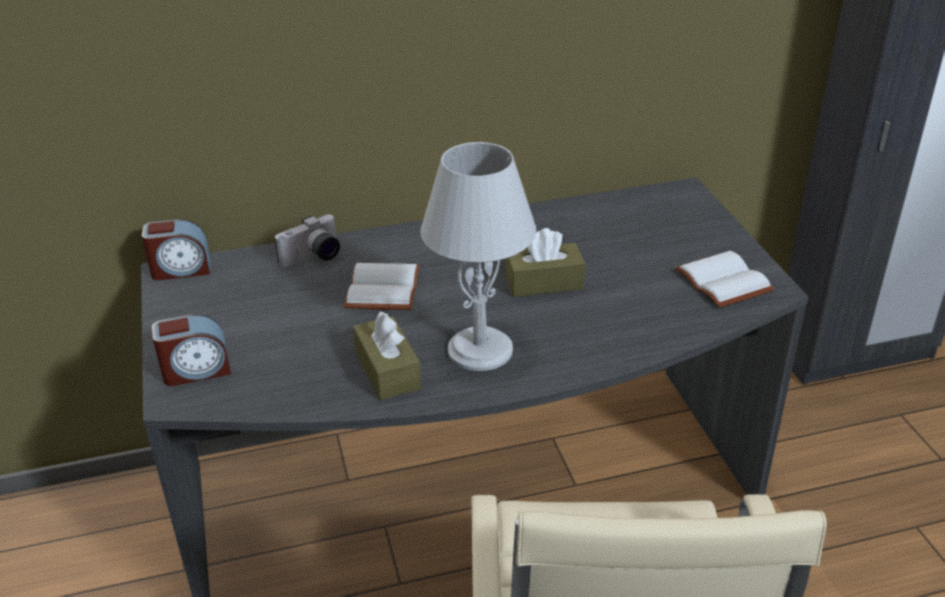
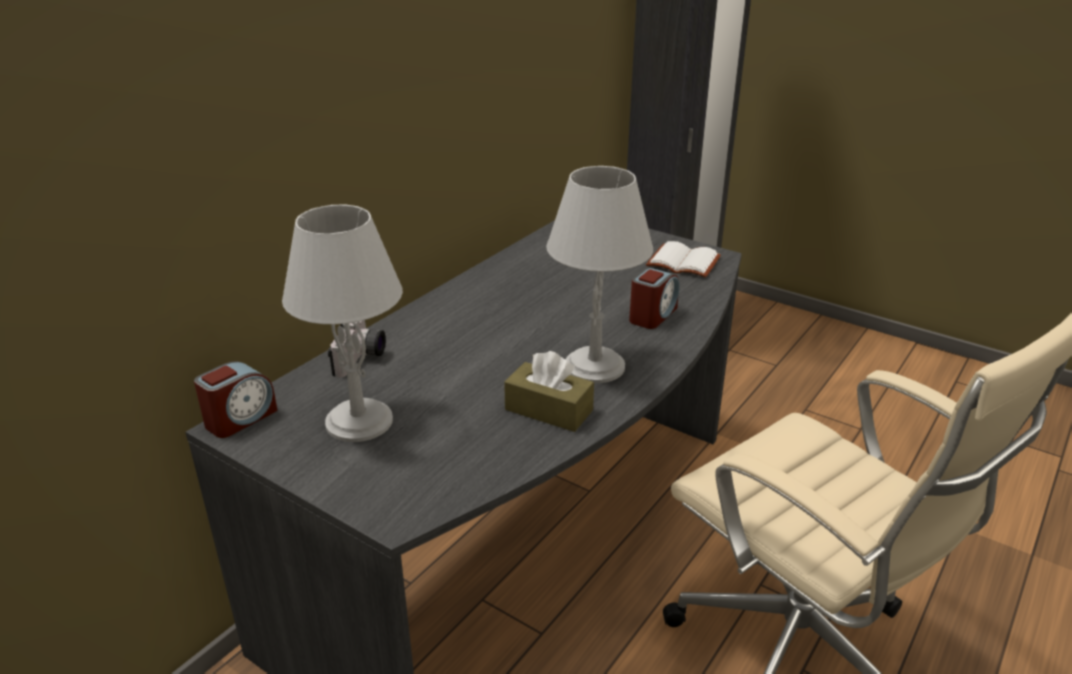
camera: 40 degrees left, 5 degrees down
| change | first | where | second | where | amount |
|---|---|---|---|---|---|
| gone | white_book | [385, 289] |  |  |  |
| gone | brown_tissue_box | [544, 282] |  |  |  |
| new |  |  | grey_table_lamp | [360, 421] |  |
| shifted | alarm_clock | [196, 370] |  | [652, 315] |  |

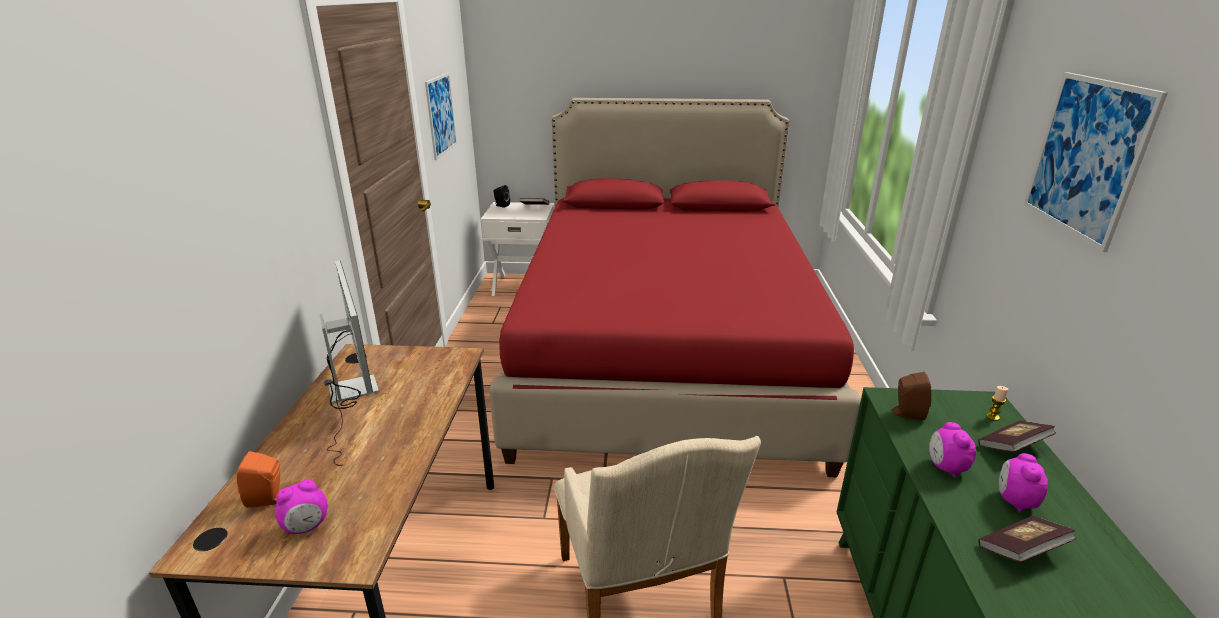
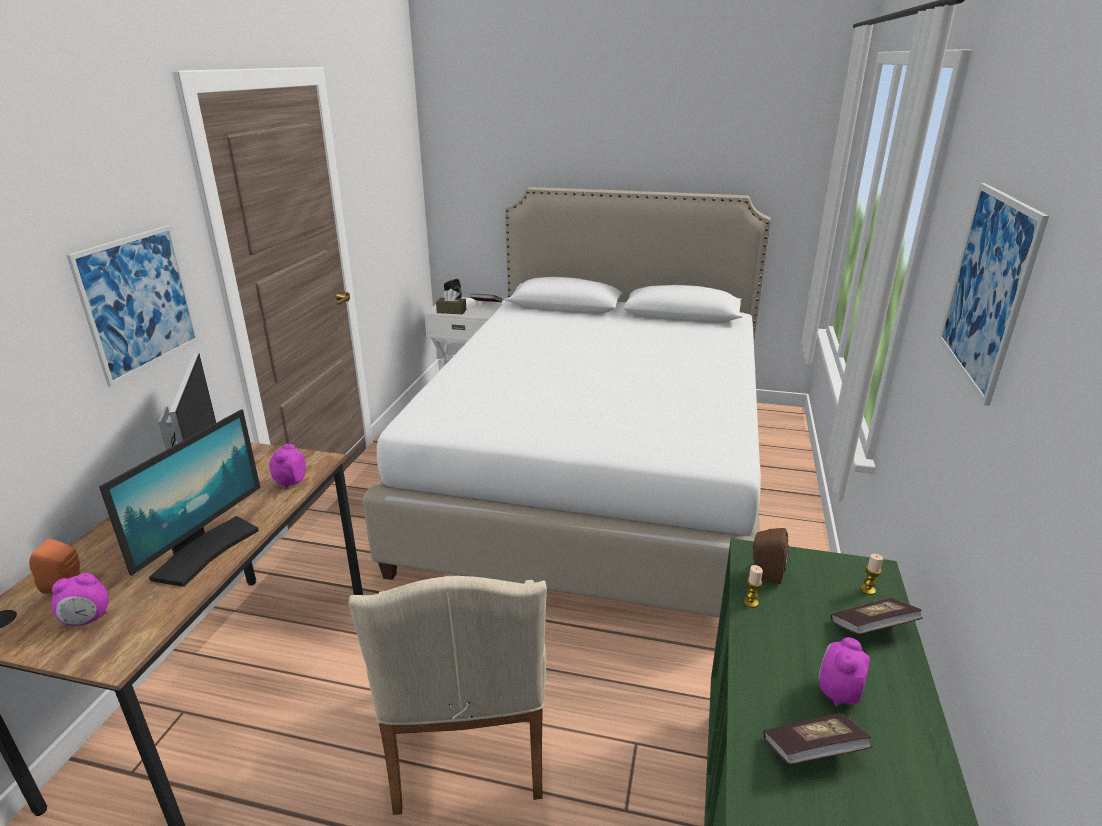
camera: 10 degrees right, 0 degrees up
| change | first | where | second | where | amount |
|---|---|---|---|---|---|
| new |  |  | monitor | [205, 551] |  |
| new |  |  | brown_tissue_box | [451, 311] |  |
| new |  |  | candle | [751, 602] |  |
| shifted | picture | [441, 115] |  | [139, 302] |  |
| shifted | alarm_clock | [945, 467] |  | [290, 482] |  |
| repainted | red_bed | [664, 352] | white_bed | [597, 474] |  |

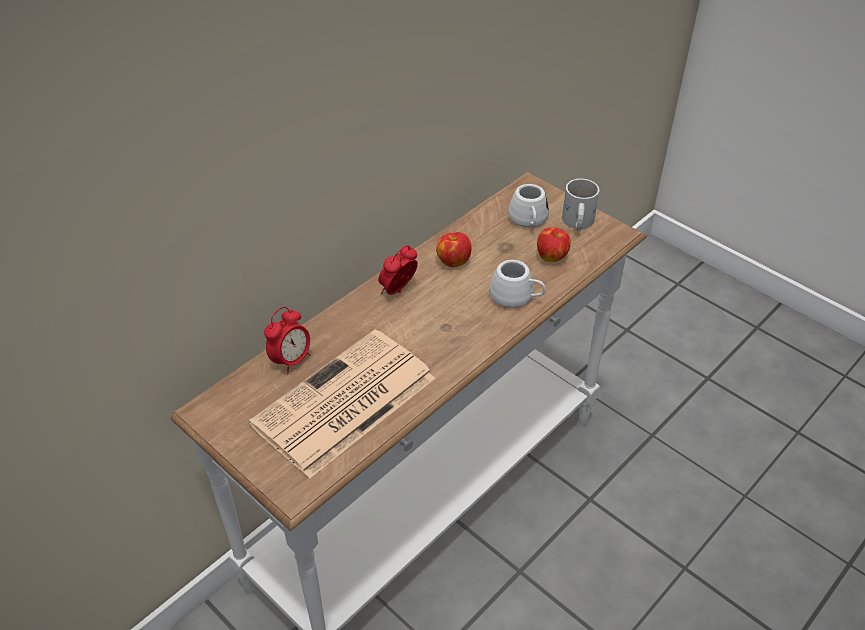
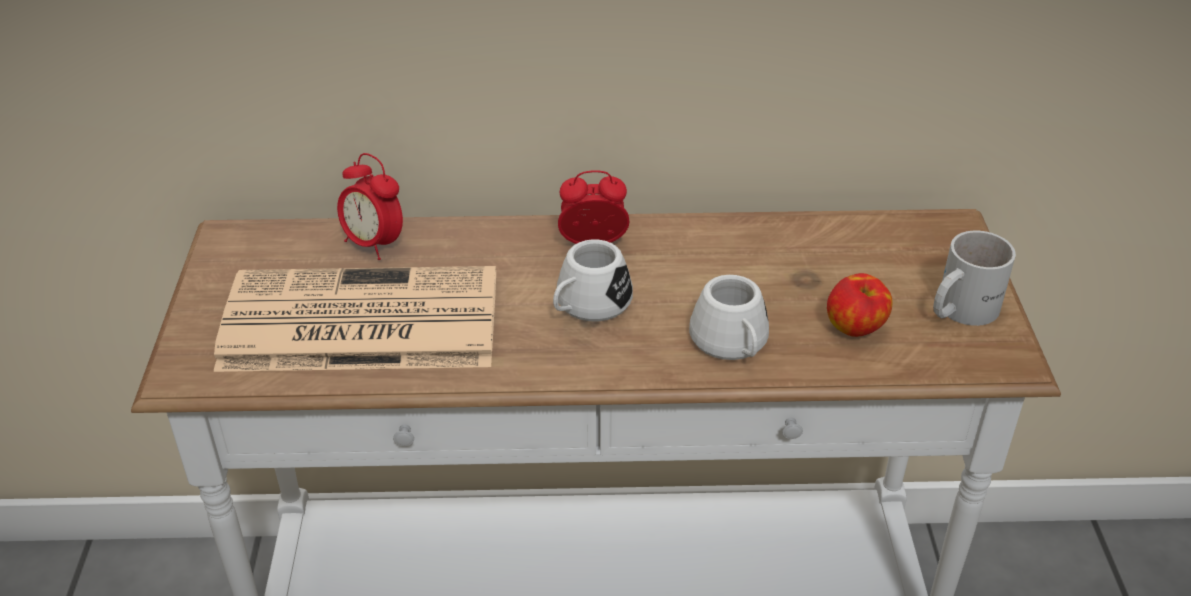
camera: 45 degrees right, 5 degrees down
| change | first | where | second | where | amount |
|---|---|---|---|---|---|
| gone | apple | [453, 261] |  |  |  |
| shifted | white_mug | [528, 220] |  | [587, 305] |  |
| rotated | alarm_clock | [291, 360] |  | [374, 244] | 45 degrees clockwise |

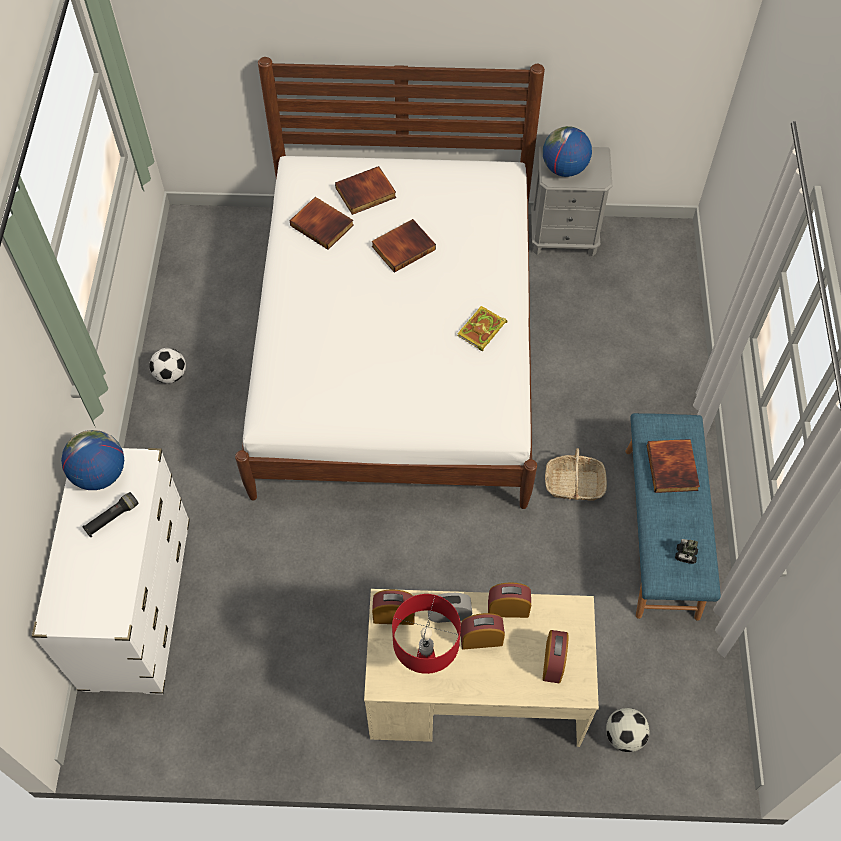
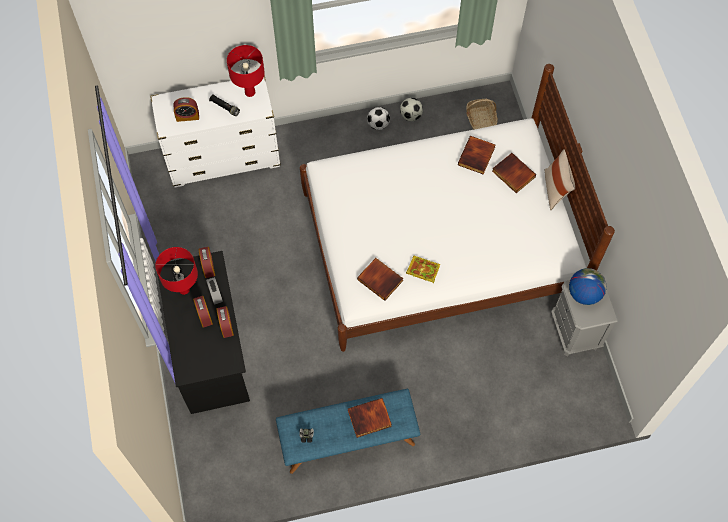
camera: 75 degrees right, 5 degrees up
| change | first | where | second | where | amount |
|---|---|---|---|---|---|
| new |  |  | beige_pillow | [556, 189] |  |
| shifted | book | [403, 247] |  | [381, 279] |  |
| shifted | alarm_clock | [553, 662] |  | [187, 116] |  |
| shifted | basket | [574, 484] |  | [480, 118] |  |
| shifted | football | [624, 735] |  | [411, 115] |  |
| swapped | globe | [99, 474] | red_table_lamp | [250, 92] |  |
| repainted | beige_desk | [475, 694] | black_desk | [210, 348] |  |

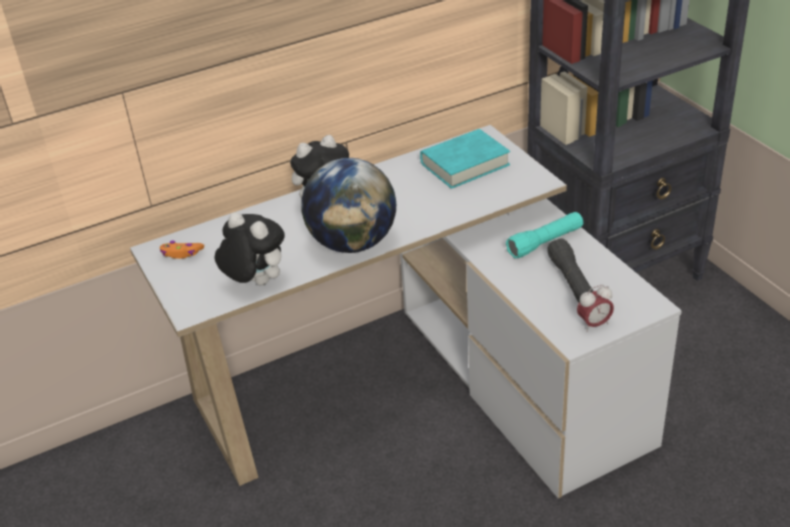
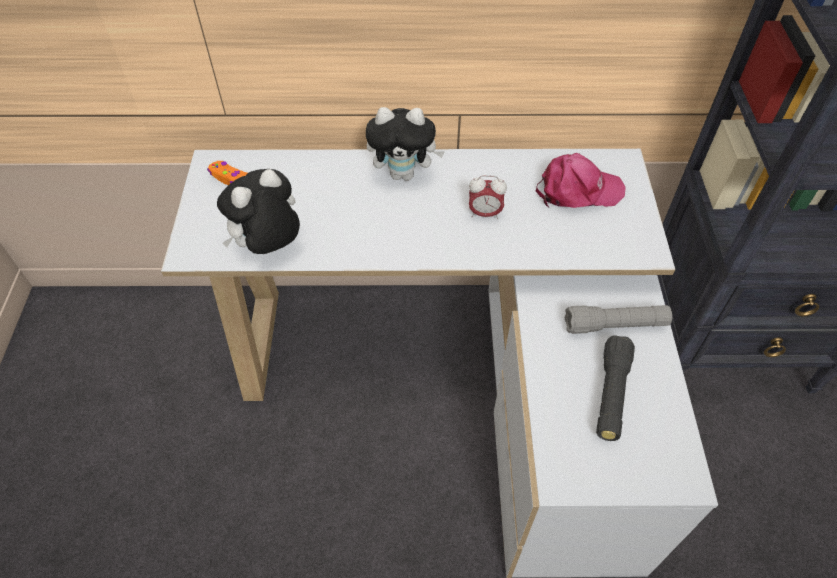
camera: 25 degrees right, 15 degrees up
| change | first | where | second | where | amount |
|---|---|---|---|---|---|
| gone | globe | [353, 243] |  |  |  |
| shifted | alarm_clock | [594, 324] |  | [484, 214] |  |
| swapped | turquoise_book | [465, 164] | pink_cap | [577, 190] |  |
| repainted | turquoise_flashlight | [545, 242] | grey_flashlight | [615, 325] |  |
| rotated | plush_toy | [255, 283] |  | [269, 247] | 105 degrees counterclockwise |

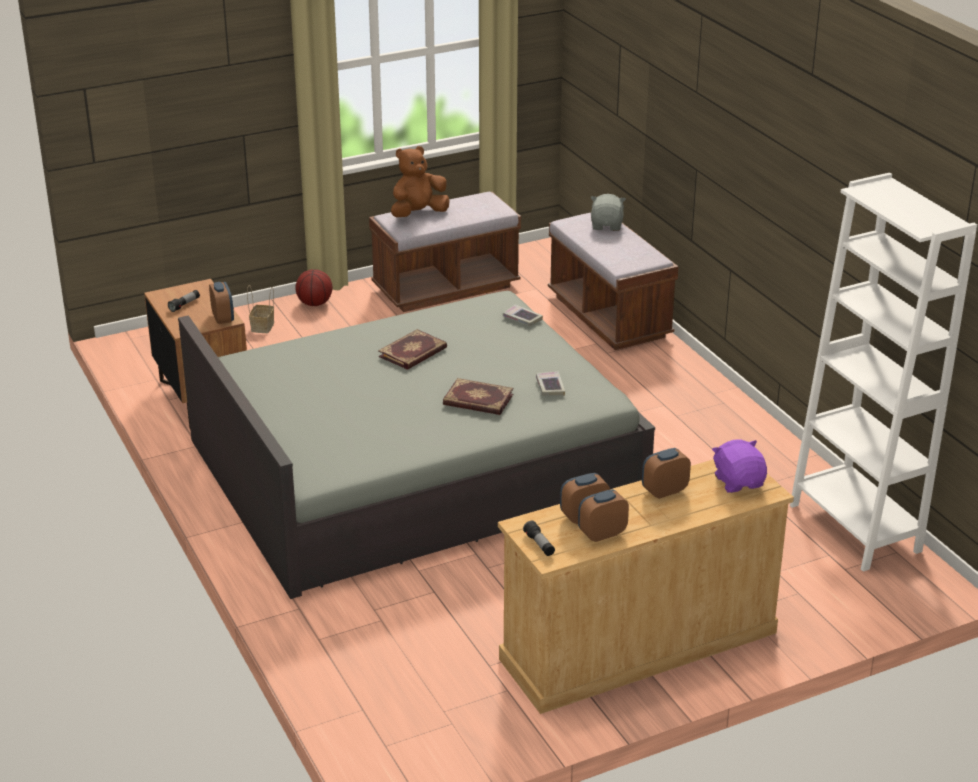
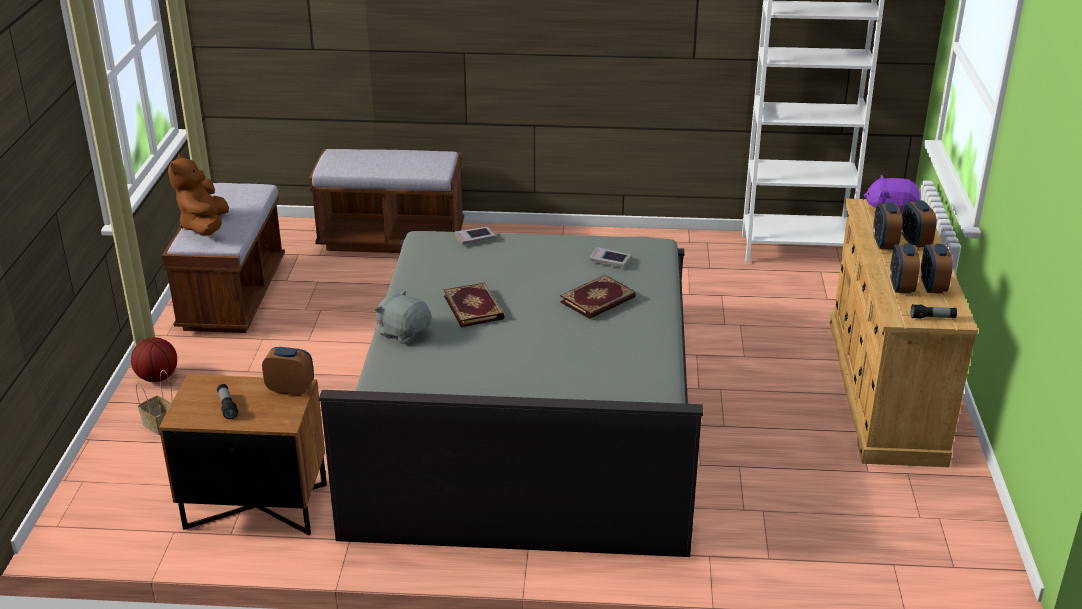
camera: 60 degrees left, 0 degrees up
| change | first | where | second | where | amount |
|---|---|---|---|---|---|
| new |  |  | alarm_clock | [914, 241] |  |
| shifted | grey_plush_toy | [607, 225] |  | [404, 332] |  |

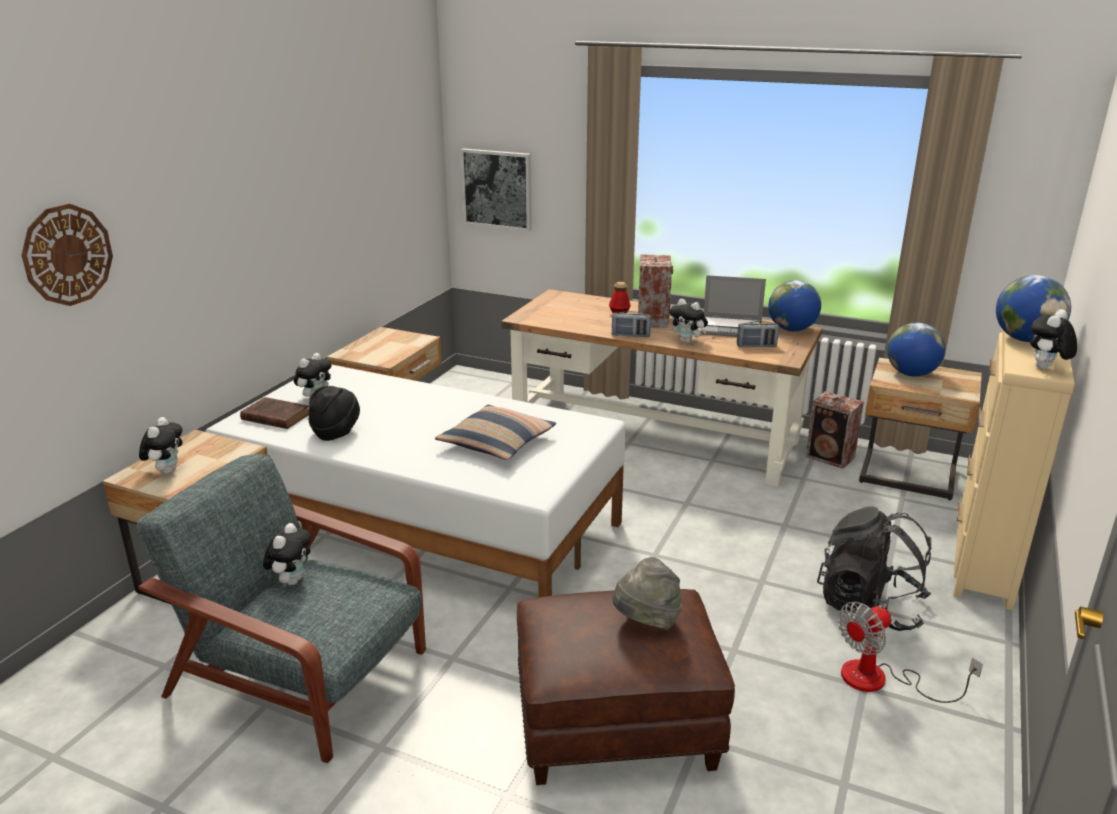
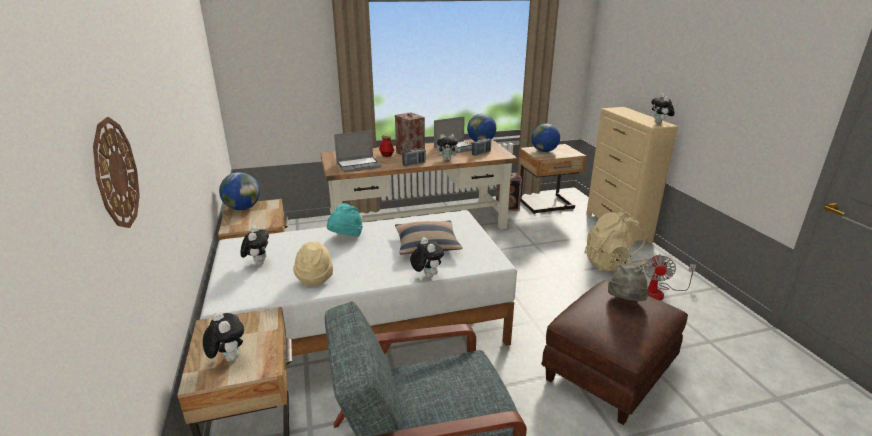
camera: 40 degrees left, 0 degrees up
| change | first | where | second | where | amount |
|---|---|---|---|---|---|
| gone | brown_book | [274, 416] |  |  |  |
| gone | picture | [497, 189] |  |  |  |
| new |  |  | turquoise_hat | [346, 237] |  |
| new |  |  | laptop | [359, 165] |  |
| shifted | plush_toy | [291, 580] |  | [426, 275] |  |
| shifted | globe | [1025, 340] |  | [243, 208] |  |
| repainted | black_hat | [336, 432] | beige_hat | [315, 278] |  |
| repainted | black_backpack | [869, 606] | beige_backpack | [612, 264] |  |

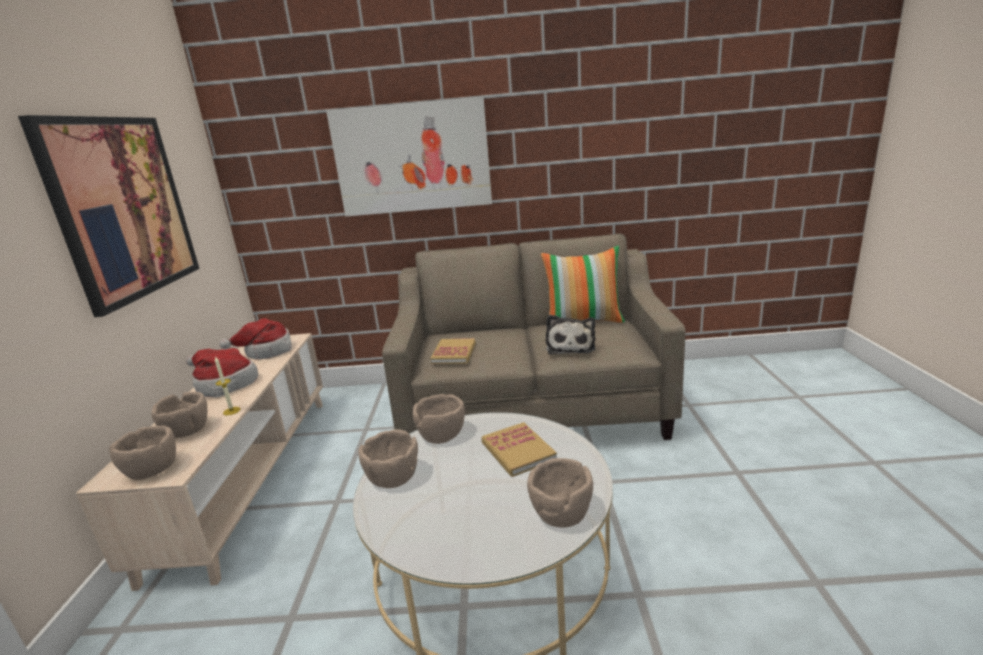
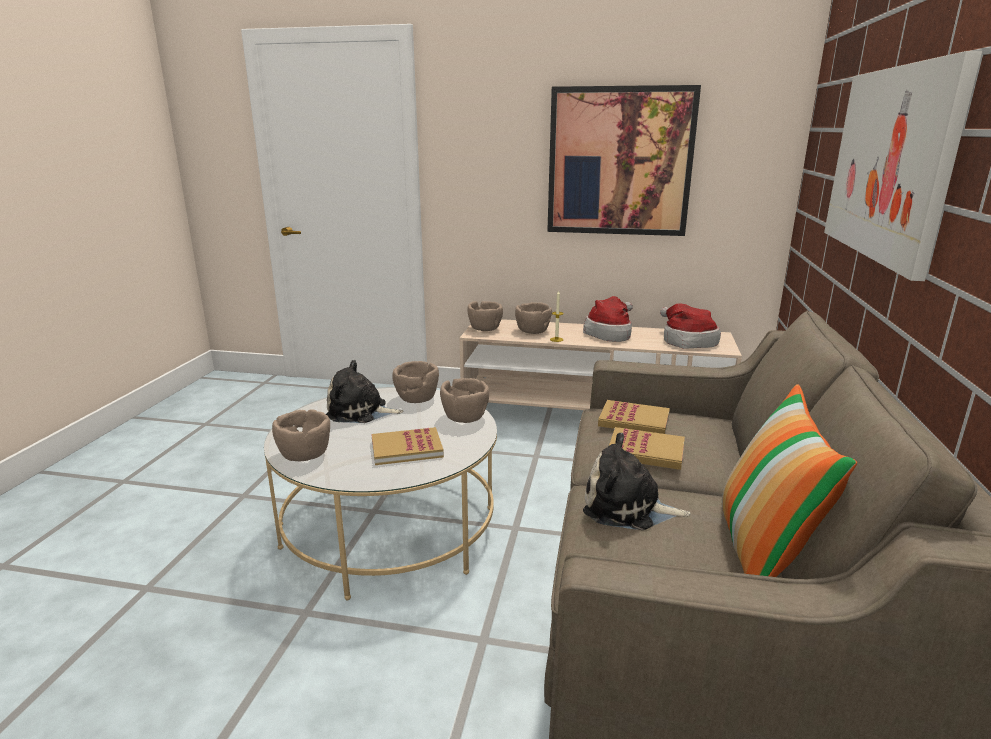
camera: 100 degrees right, 0 degrees up
| change | first | where | second | where | amount |
|---|---|---|---|---|---|
| new |  |  | plush_toy | [360, 412] |  |
| new |  |  | book | [645, 451] |  |

